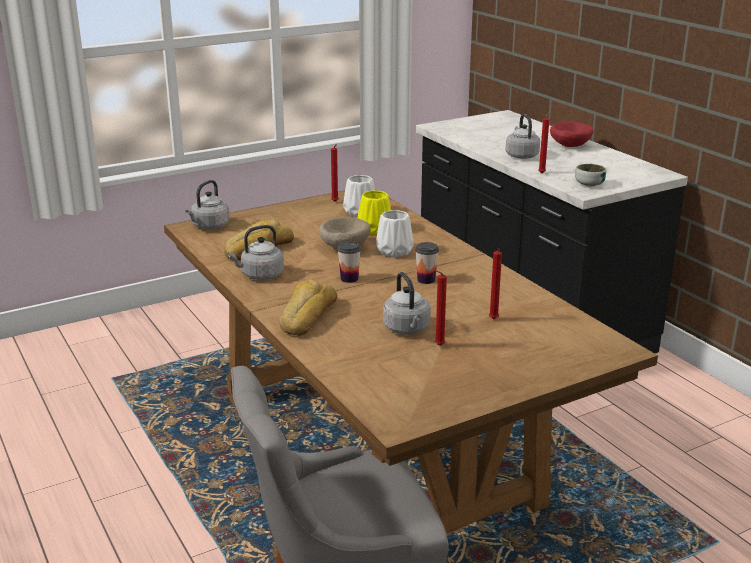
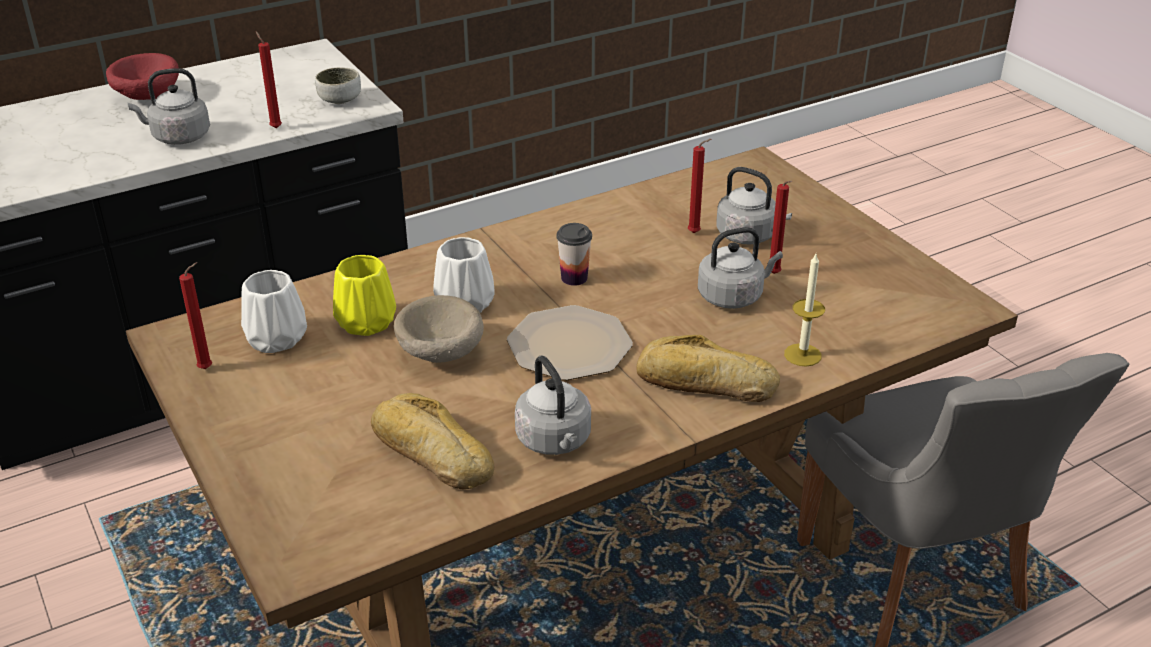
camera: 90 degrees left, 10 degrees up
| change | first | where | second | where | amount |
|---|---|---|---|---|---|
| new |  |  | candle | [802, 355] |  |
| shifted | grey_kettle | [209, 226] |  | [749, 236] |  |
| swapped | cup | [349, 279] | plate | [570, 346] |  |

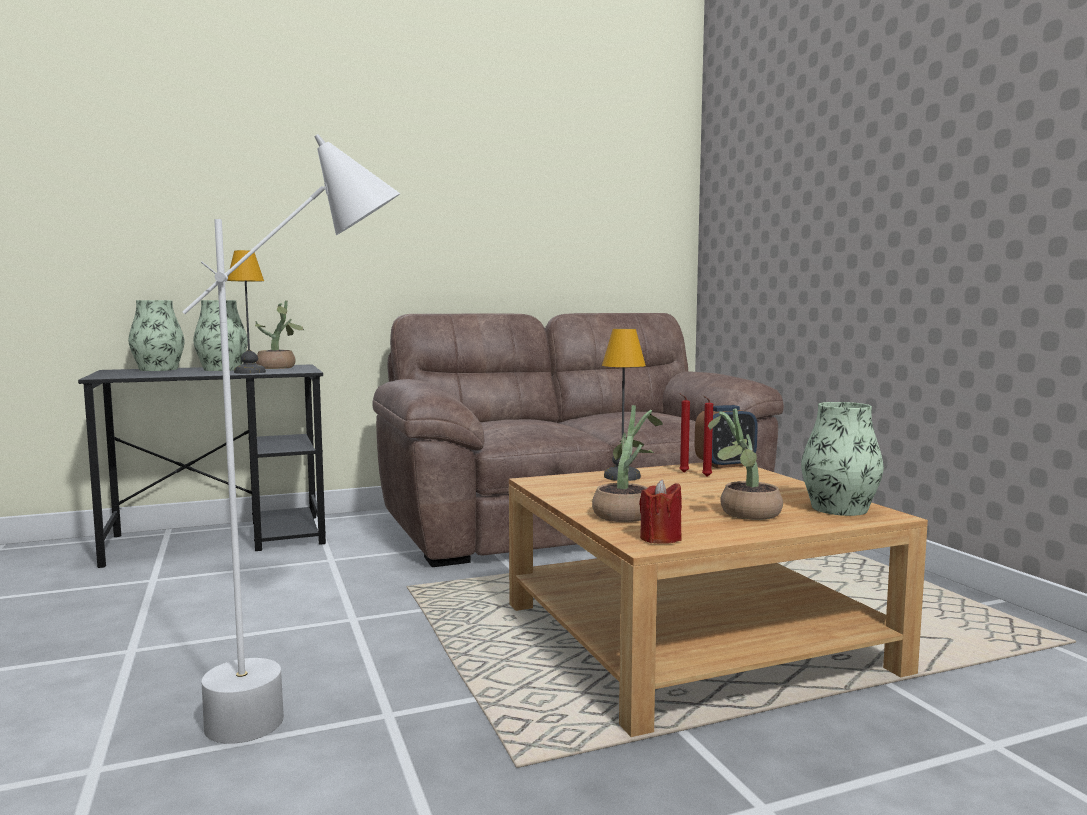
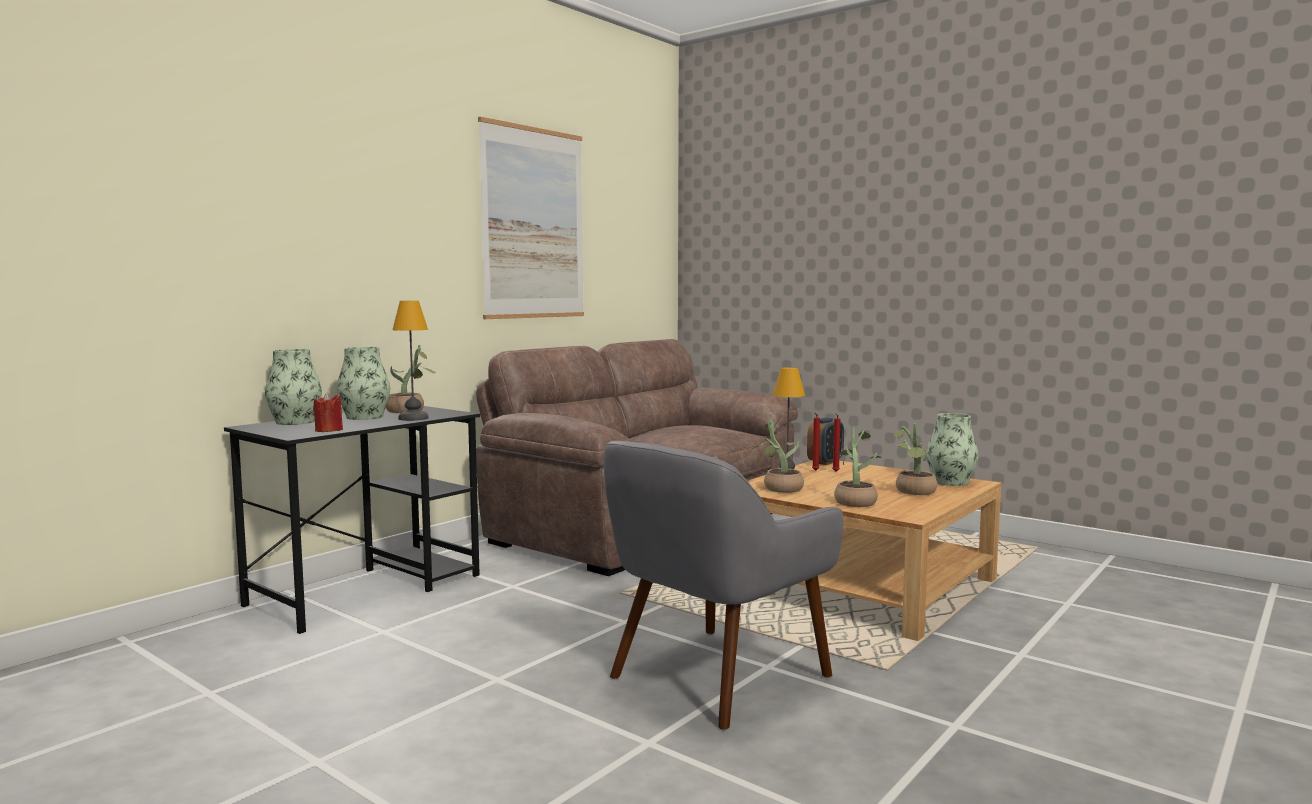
camera: 30 degrees left, 0 degrees up
| change | first | where | second | where | amount |
|---|---|---|---|---|---|
| new |  |  | picture | [533, 223] |  |
| new |  |  | potted_plant | [778, 488] |  |
| shifted | red_candle | [660, 538] |  | [329, 430] |  |
| swapped | white_floor_lamp | [310, 710] | grey_armchair | [715, 677] |  |

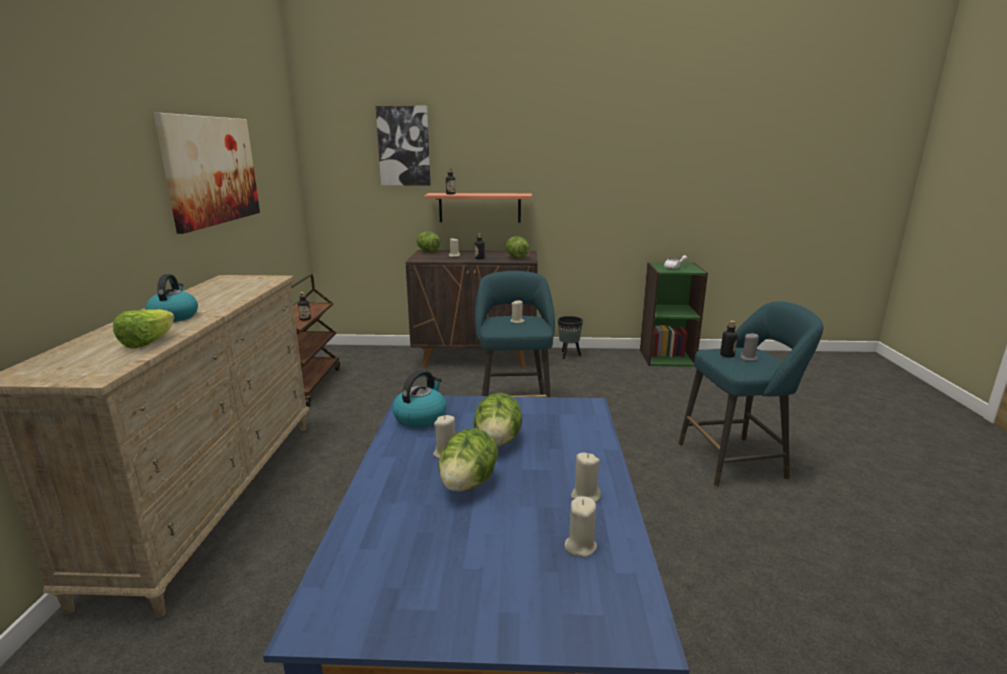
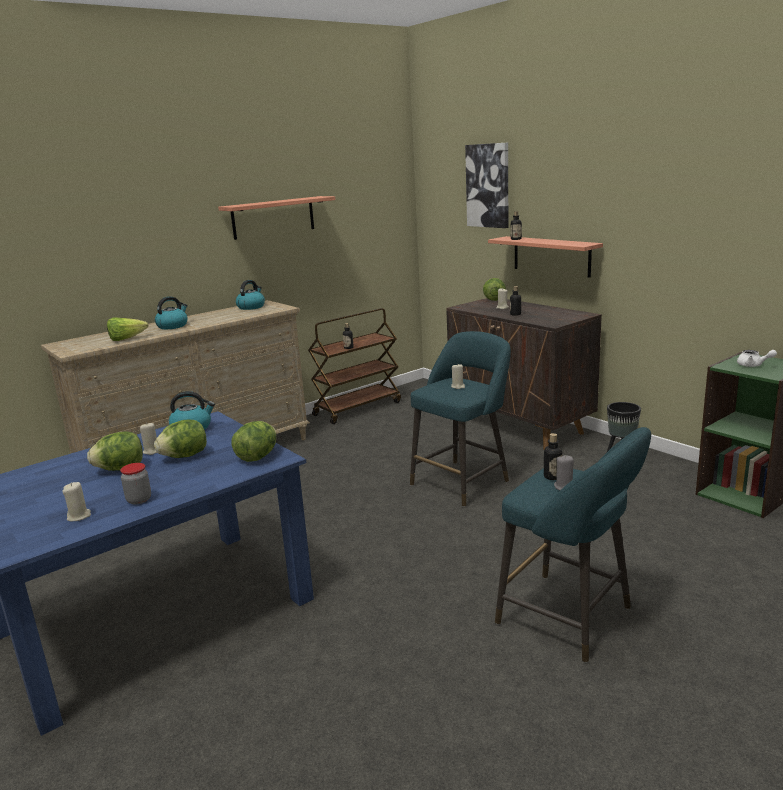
camera: 50 degrees right, 0 degrees up
| change | first | where | second | where | amount |
|---|---|---|---|---|---|
| new |  |  | kettle | [251, 307] |  |
| shifted | lettuce | [516, 257] |  | [257, 457] |  |
| swapped | picture | [212, 170] | shelf | [273, 217] |  |
| swapped | beige_candle | [585, 496] | jar | [139, 500] |  |

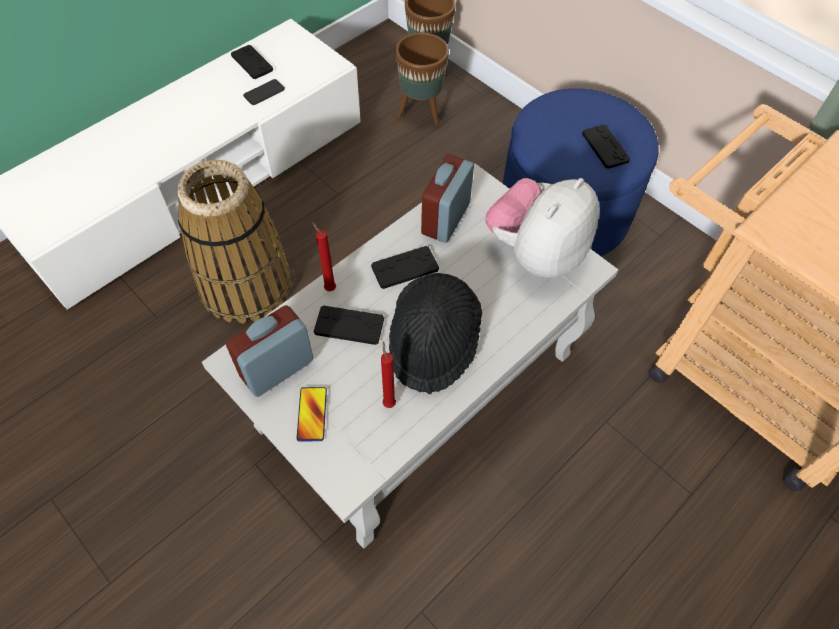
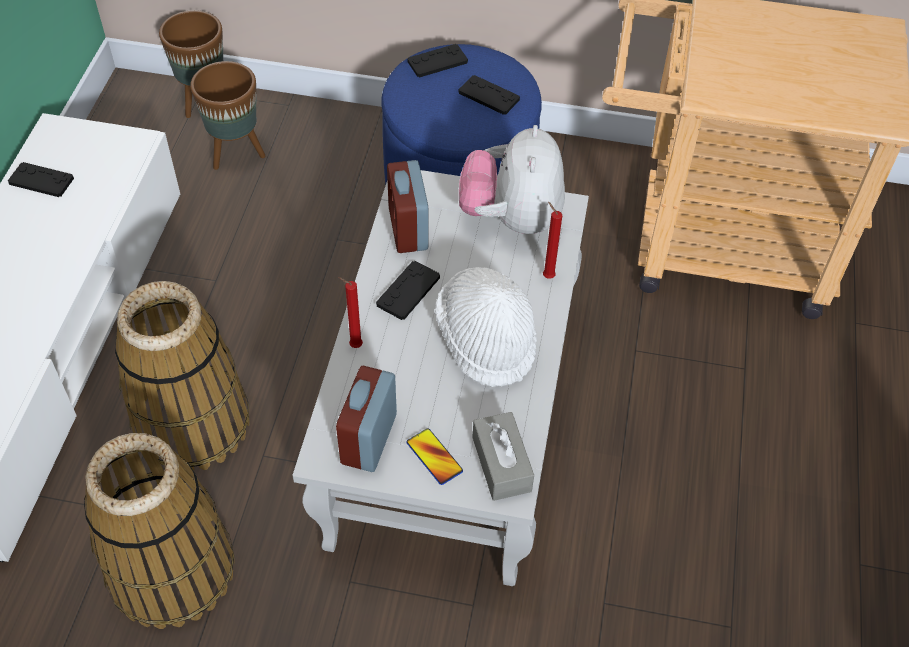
camera: 35 degrees left, 5 degrees down
| change | first | where | second | where | amount |
|---|---|---|---|---|---|
| gone | phone | [264, 92] |  |  |  |
| new |  |  | basket | [171, 569] |  |
| new |  |  | grey_tissue_box | [501, 464] |  |
| shifted | black_game_controller | [349, 326] |  | [437, 62] |  |
| shifted | red_candle | [388, 402] |  | [547, 276] |  |
| repainted | black_hat | [433, 343] | white_hat | [487, 340] |  |

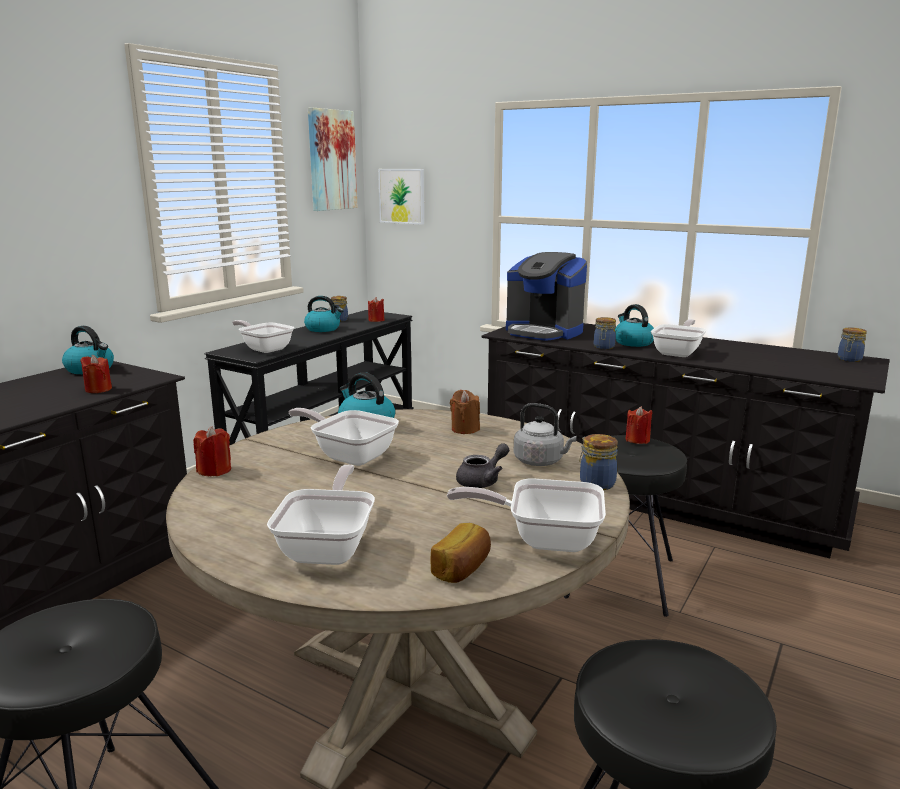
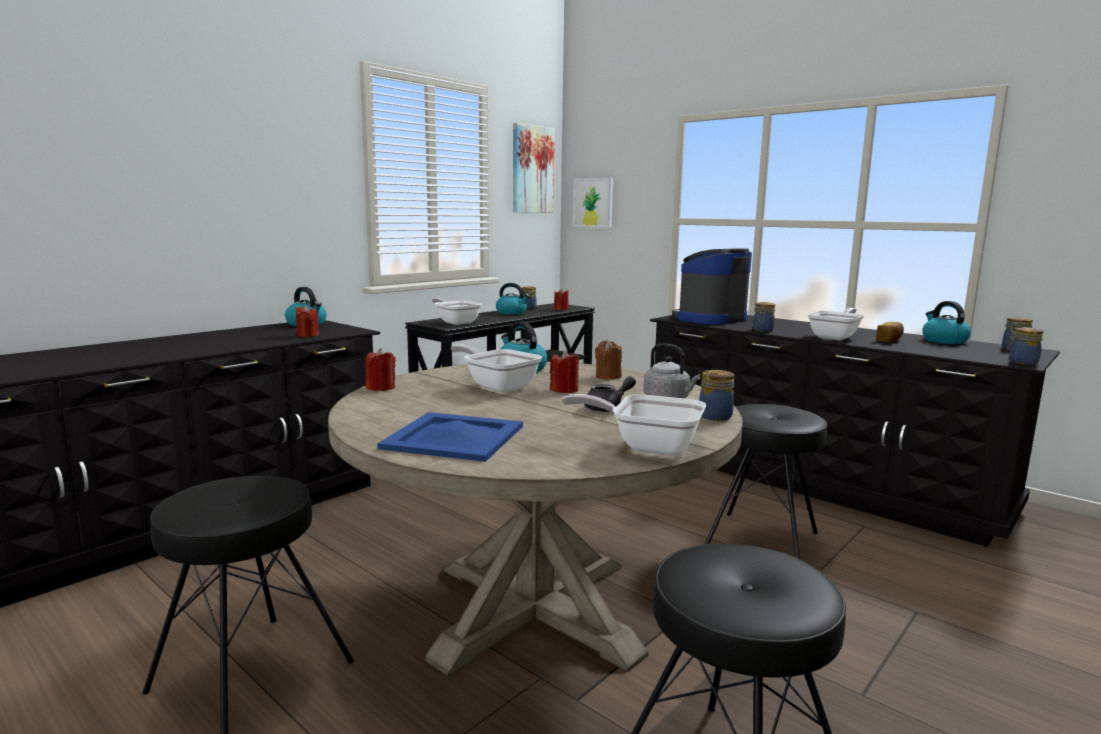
camera: 10 degrees right, 5 degrees down
| change | first | where | second | where | amount |
|---|---|---|---|---|---|
| new |  |  | jar | [1021, 362] |  |
| shifted | bread | [463, 569] |  | [890, 340] |  |
| shifted | kettle | [632, 342] |  | [943, 341] |  |
| shifted | red_candle | [637, 440] |  | [564, 390] |  |
| swapped | frying_pan | [329, 546] | blue_tray | [455, 437] |  |
| rotated | coffee_machine | [543, 332] |  | [709, 319] | 90 degrees clockwise |

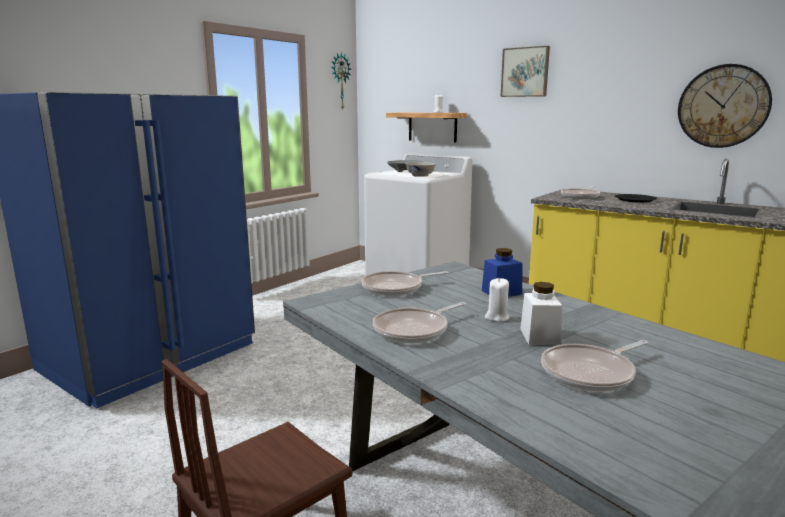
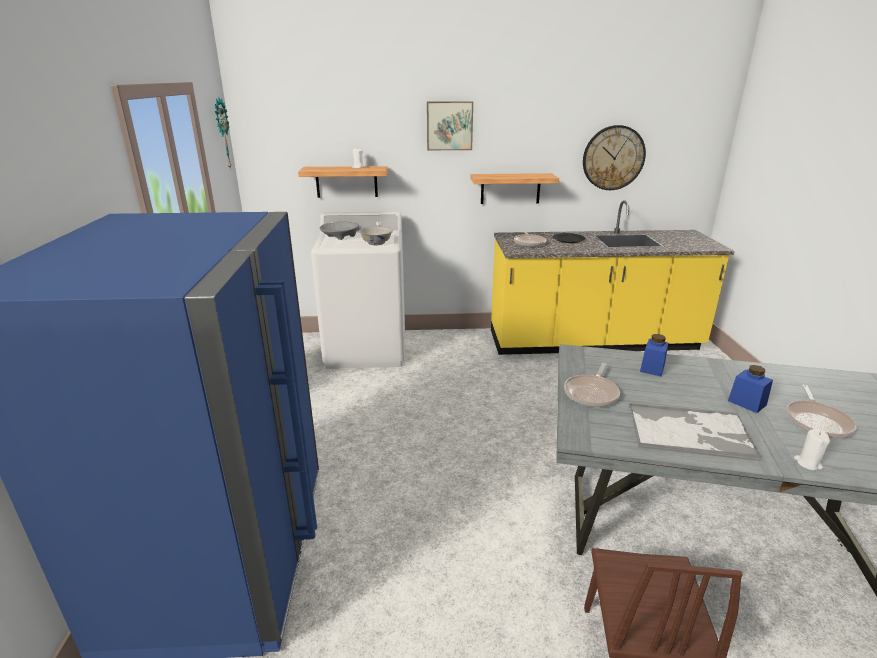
camera: 40 degrees left, 10 degrees up
| change | first | where | second | where | amount |
|---|---|---|---|---|---|
| new |  |  | shelf | [510, 188] |  |
| shifted | white_candle | [496, 317] |  | [808, 463] |  |
| swapped | frying_pan | [414, 330] | tray | [690, 432] |  |
| repainted | white_jar | [539, 336] | blue_jar | [747, 403] |  |

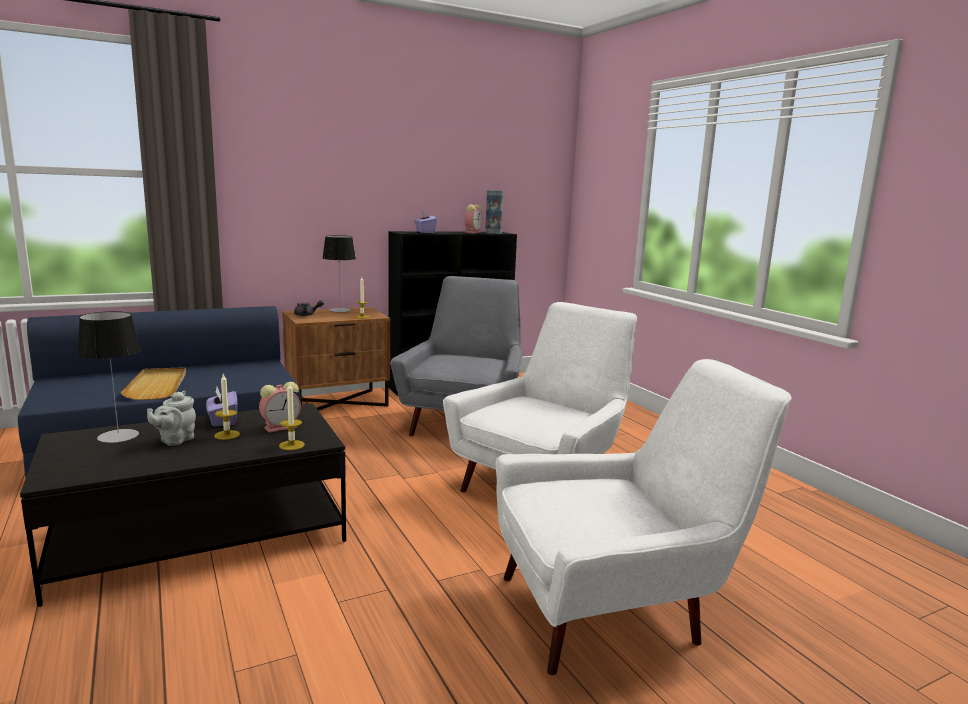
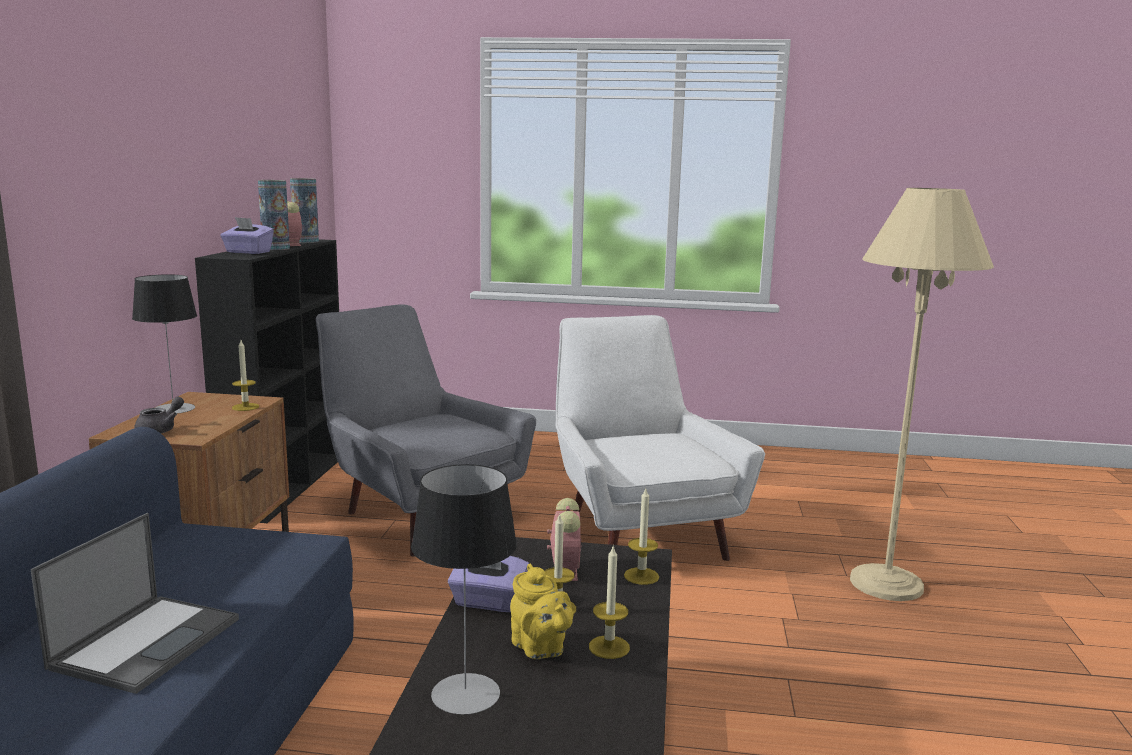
camera: 55 degrees left, 0 degrees up
| change | first | where | second | where | amount |
|---|---|---|---|---|---|
| new |  |  | vase | [276, 248] |  |
| new |  |  | candle | [609, 647] |  |
| swapped | beige_tray | [157, 386] | laptop | [147, 642] |  |
| swapped | white_armchair | [616, 609] | beige_floor_lamp | [886, 583] |  |
| repainted | grey_teapot | [175, 440] | yellow_teapot | [540, 649] |  |

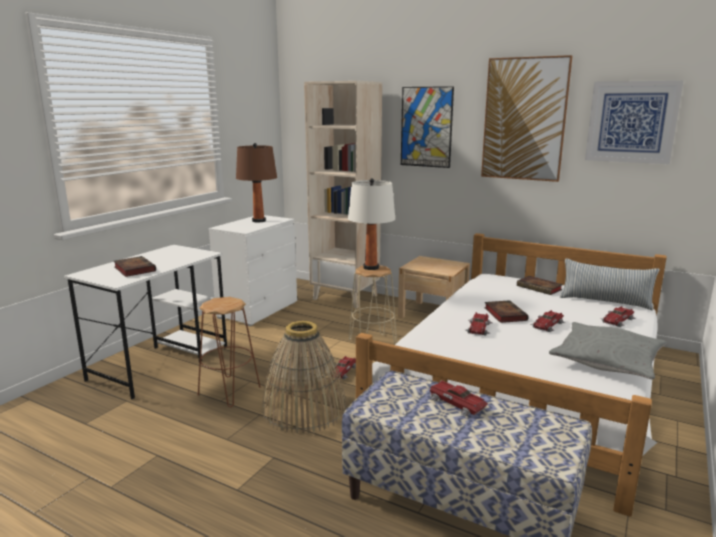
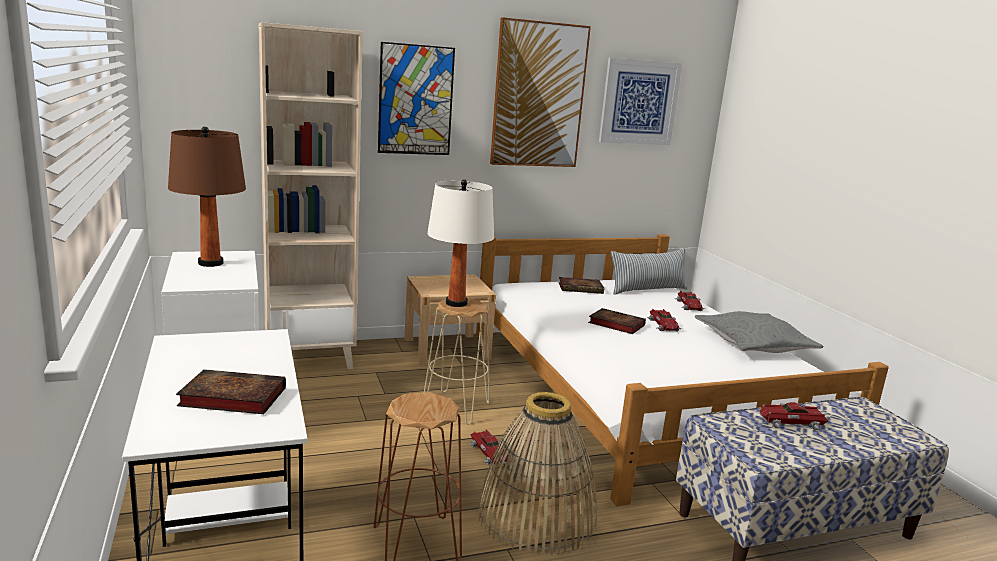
camera: 50 degrees left, 0 degrees up
| change | first | where | second | where | amount |
|---|---|---|---|---|---|
| gone | toy_car | [479, 328] |  |  |  |

